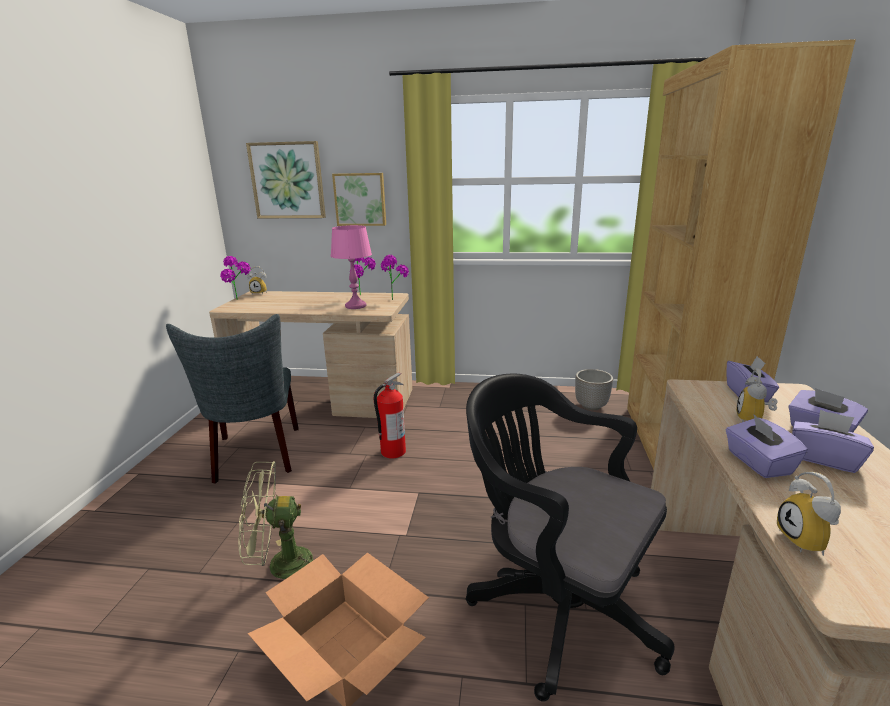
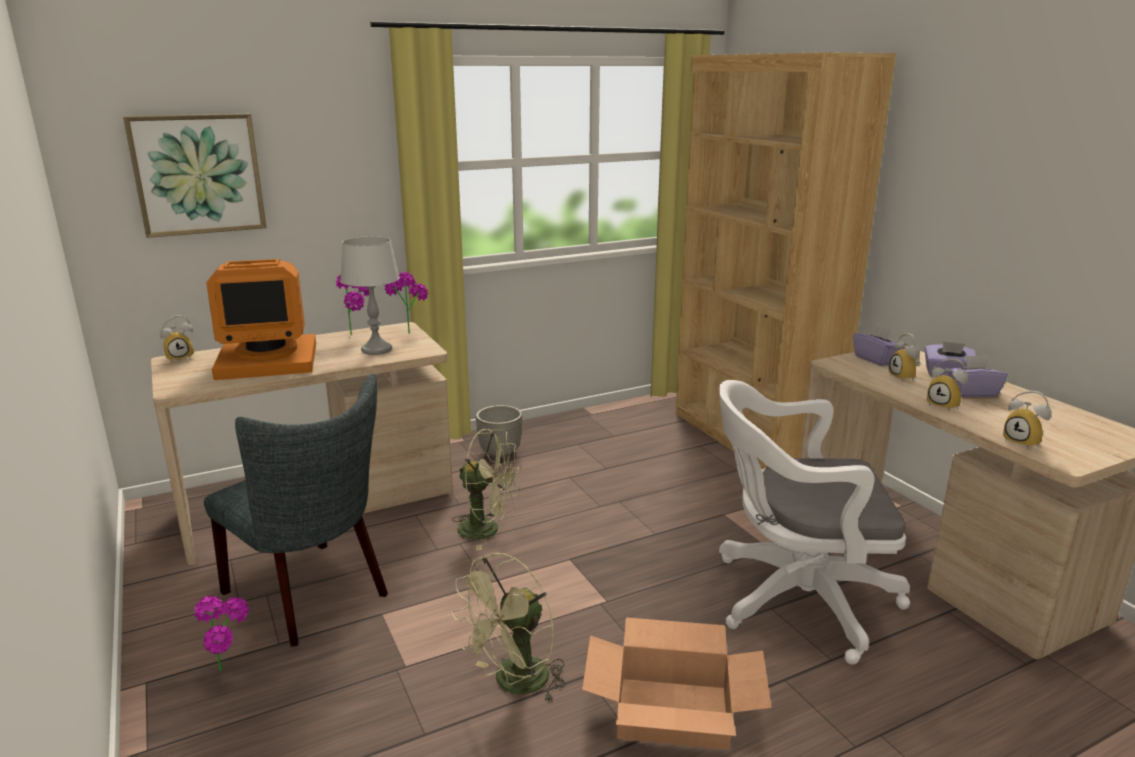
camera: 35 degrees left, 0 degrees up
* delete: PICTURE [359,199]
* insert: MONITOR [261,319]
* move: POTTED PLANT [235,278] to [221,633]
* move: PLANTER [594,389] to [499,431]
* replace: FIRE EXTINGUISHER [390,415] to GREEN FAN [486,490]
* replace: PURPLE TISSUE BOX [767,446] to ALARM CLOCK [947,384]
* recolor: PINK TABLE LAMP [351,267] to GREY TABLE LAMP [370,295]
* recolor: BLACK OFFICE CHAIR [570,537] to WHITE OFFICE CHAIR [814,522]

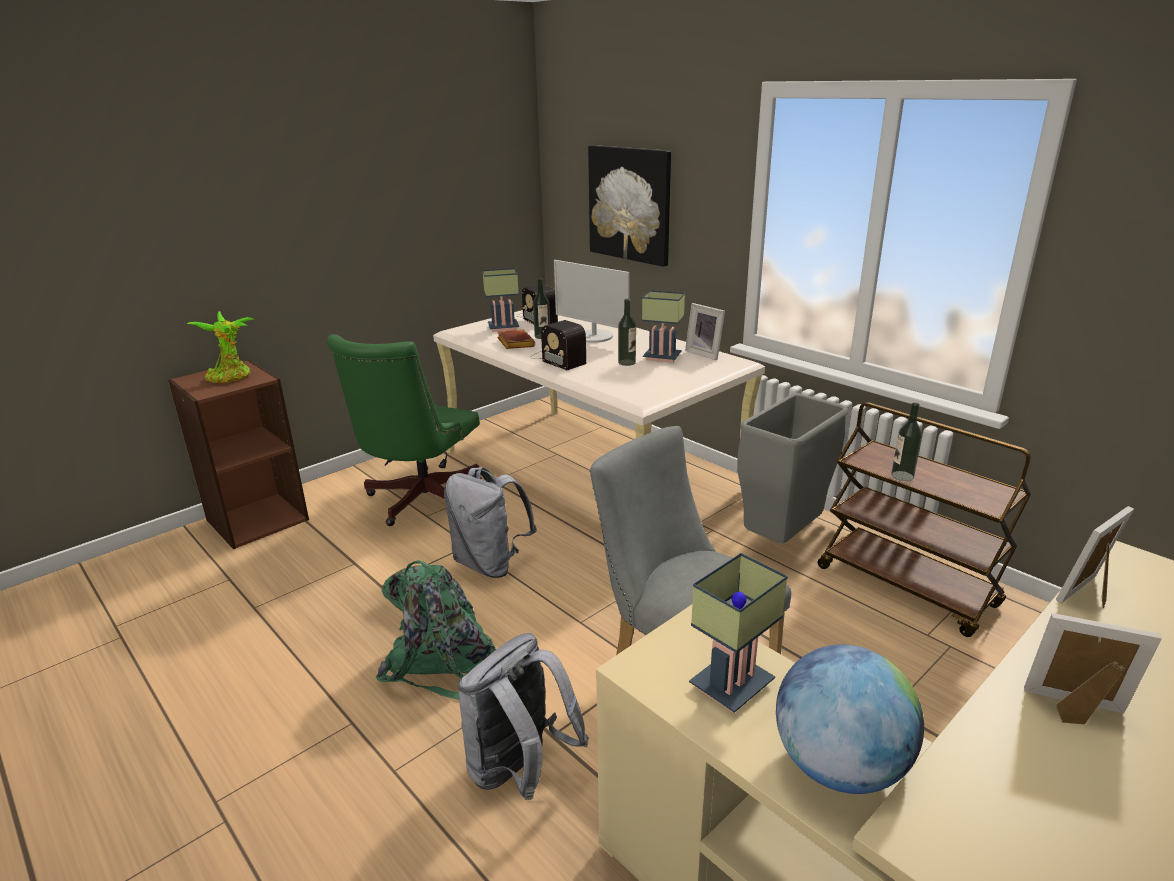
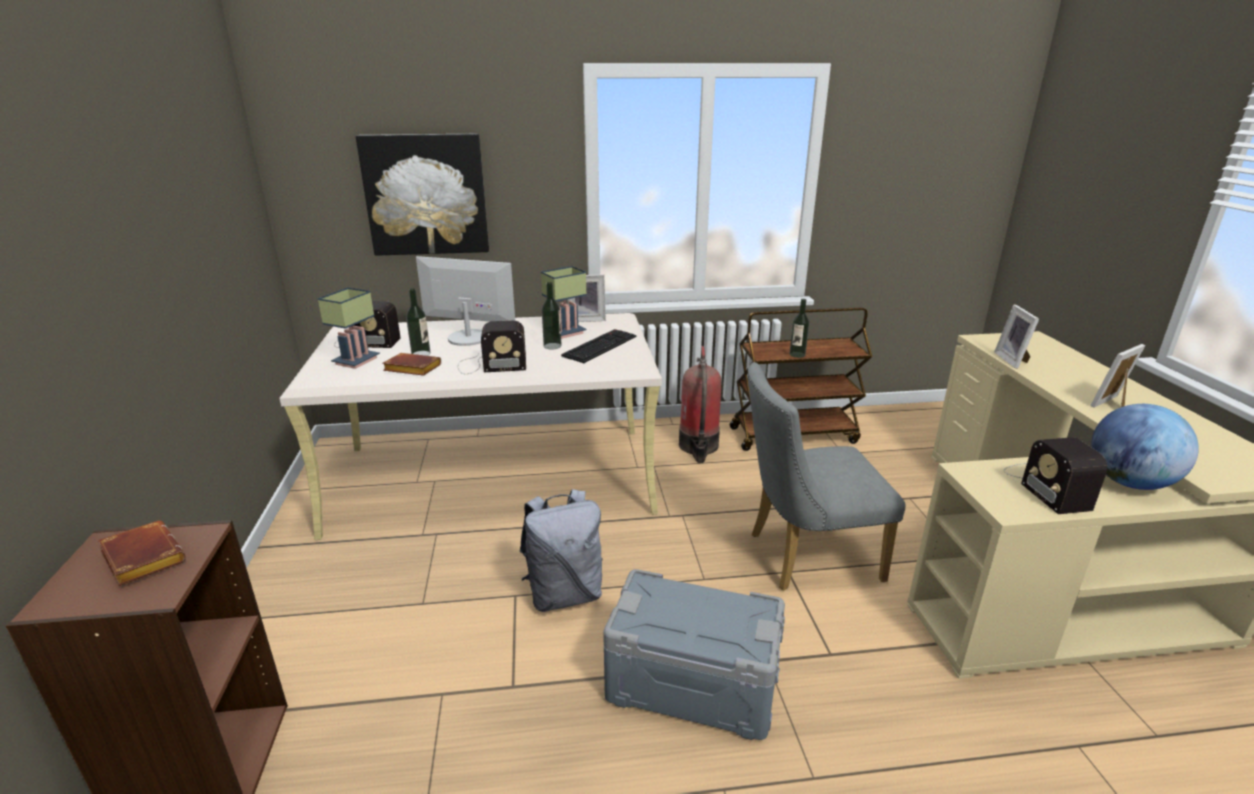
camera: 55 degrees left, 0 degrees up
* delete: GREEN OFFICE CHAIR [404,430]
* delete: GREY BACKPACK [523,716]
* insert: KEYBOARD [599,346]
* replace: POTTED PLANT [220,347] to BROWN BOOK [142,553]
* replace: GREEN BACKPACK [436,630] to GREY STORAGE BOX [694,654]
* replace: TABLE LAMP [738,633] to RADIO [1055,475]
* replace: GREY TRASH CAN [792,468] to FIRE EXTINGUISHER [700,404]
* rotate: MONITOR [592,301] = [465,301] 150 degrees counterclockwise

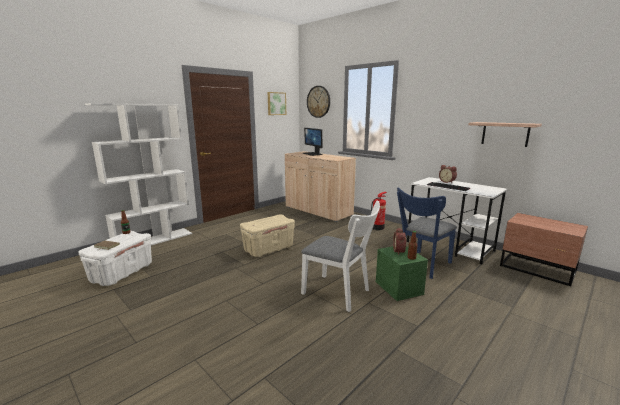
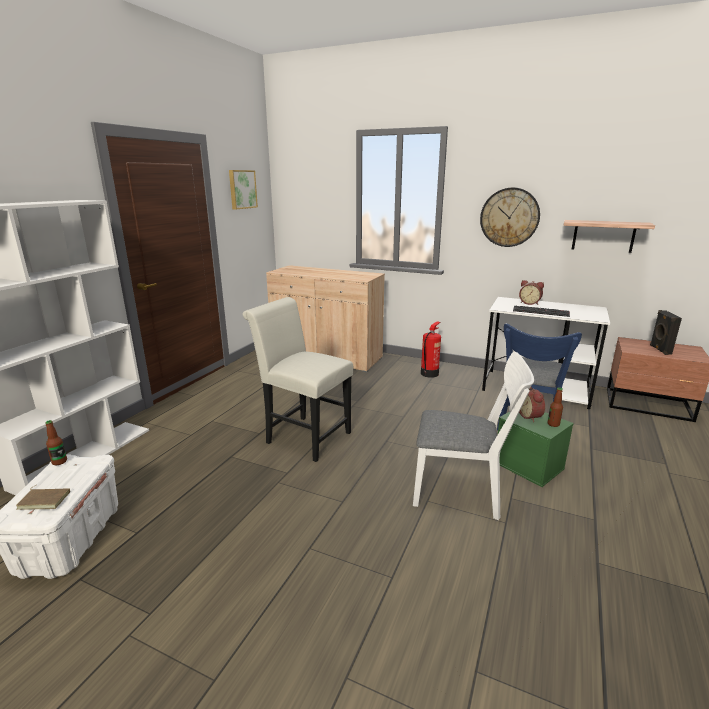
camera: 20 degrees left, 5 degrees up
* delete: MONITOR [313,142]
* insert: BLACK SPEAKER [666,332]
* move: WALL CLOCK [318,102] to [510,217]
* replace: BEIGE STORAGE BOX [267,235] to WHITE CHAIR [298,379]

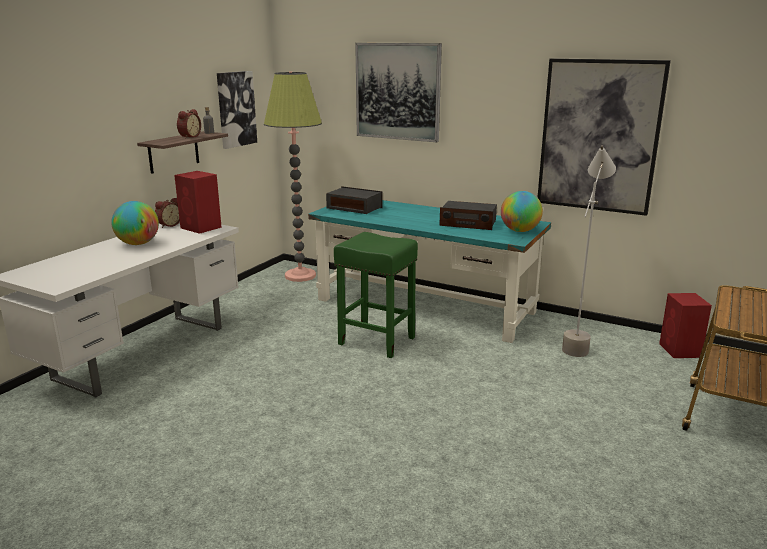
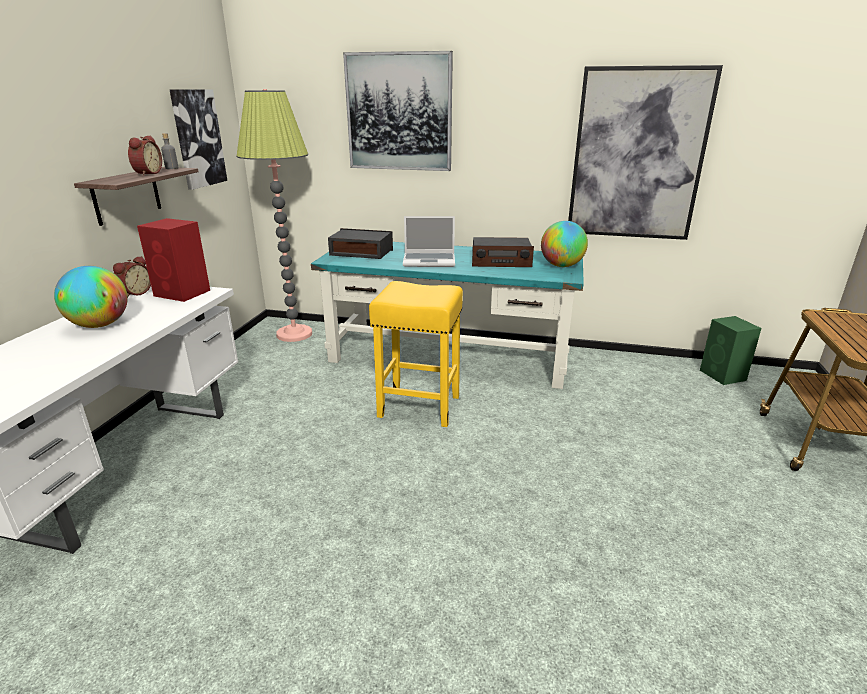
camera: 15 degrees left, 5 degrees up
* delete: GREY FLOOR LAMP [589,251]
* insert: LAPTOP [429,241]
* recolor: GREEN STOOL [376,295] to YELLOW STOOL [416,354]
* recolor: RED SPEAKER [685,325] to GREEN SPEAKER [731,350]

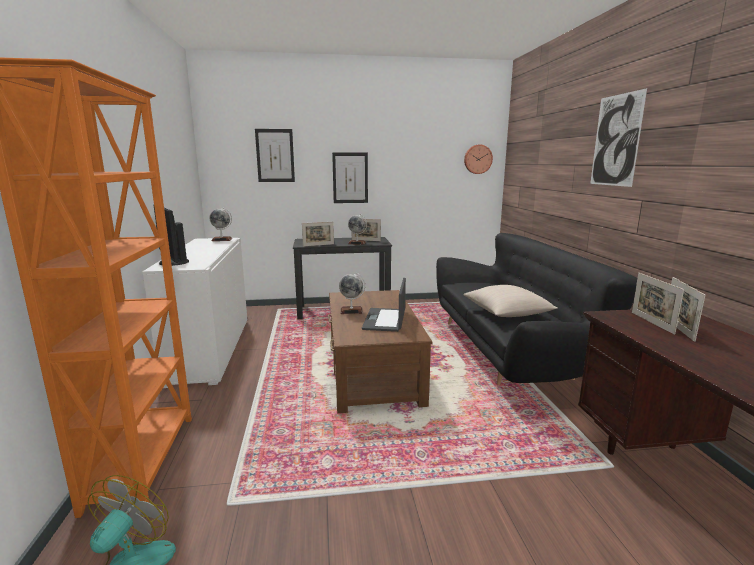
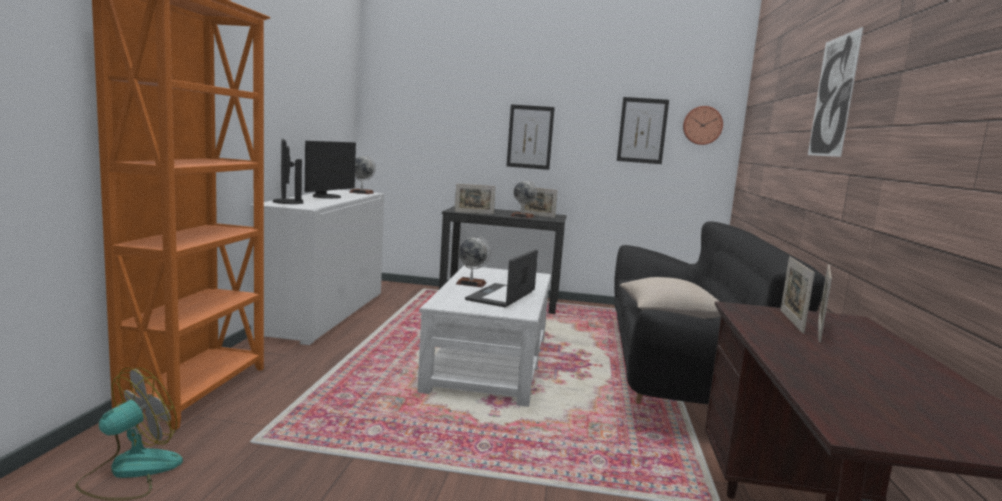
camera: 15 degrees right, 5 degrees down
* insert: MONITOR [330,170]
* move: PICTURE [275,155] to [643,130]
* recolor: BROWN COFFEE TABLE [380,352] to WHITE COFFEE TABLE [484,336]

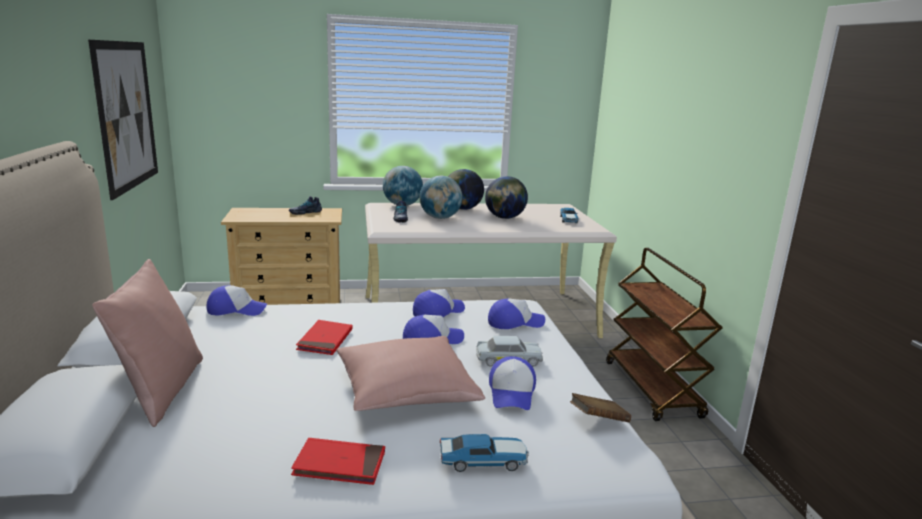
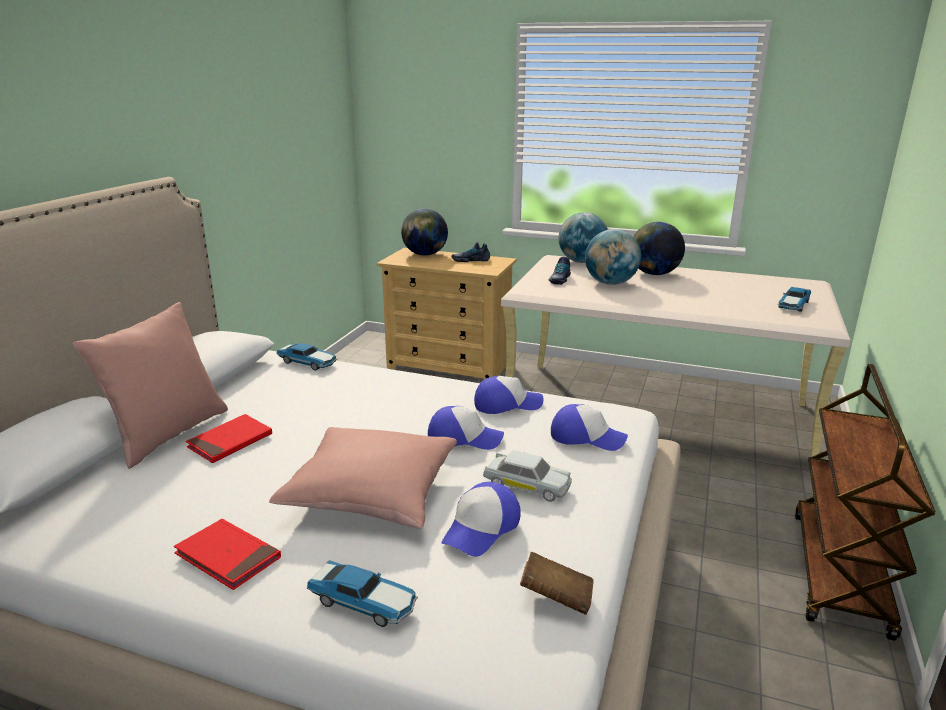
camera: 30 degrees right, 5 degrees up
* delete: PICTURE [123,120]
* move: RED BOOK [324,337] to [229,438]
* move: GLOBE [506,197] to [424,232]
* replace: CAP [236,300] to TOY CAR [307,357]

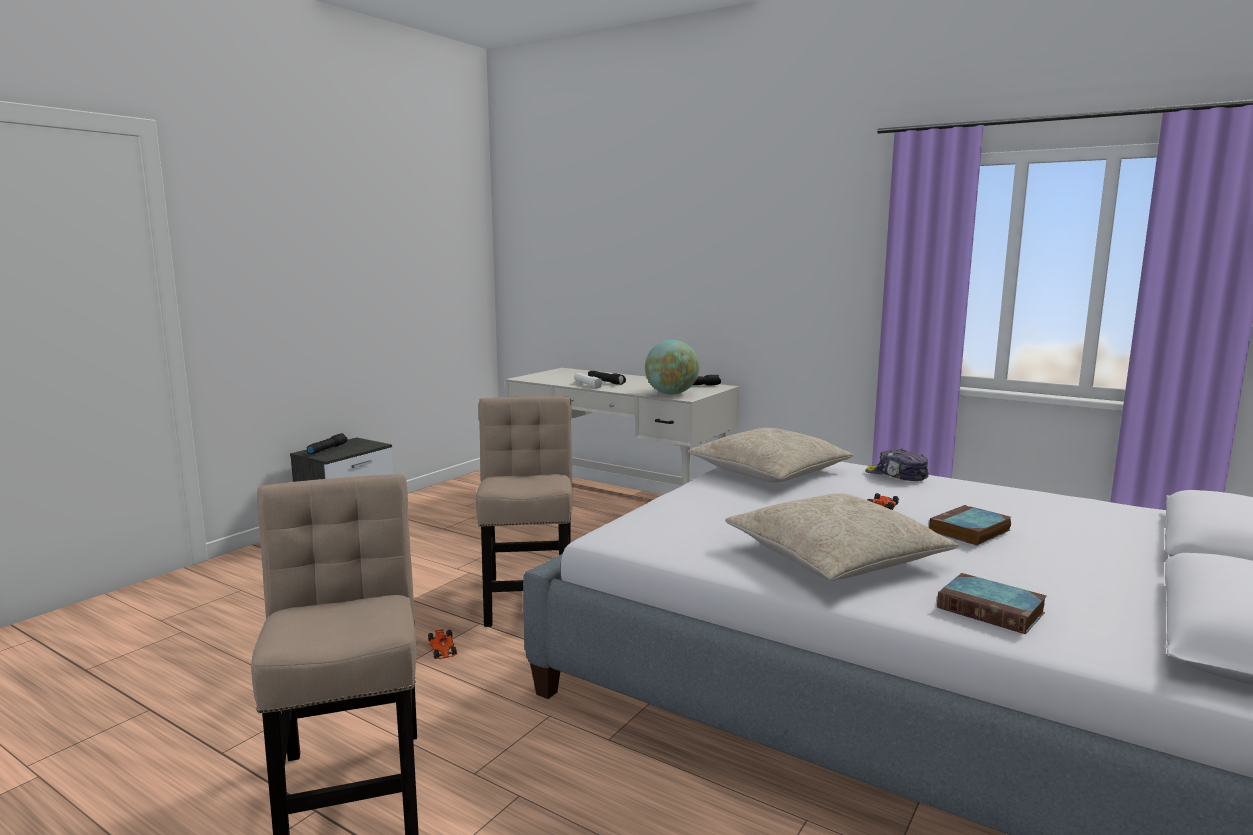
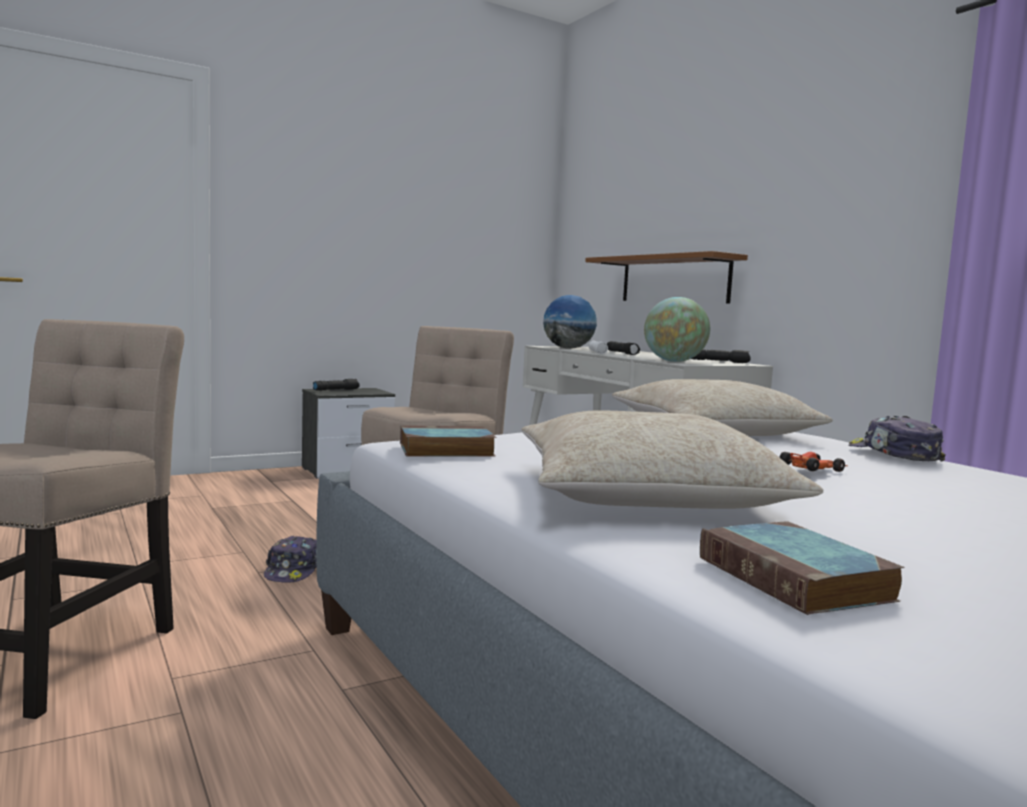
camera: 25 degrees right, 5 degrees down
* insert: GLOBE [570,322]
* insert: BROWN SHELF [666,277]
* move: BOOK [970,525] to [448,441]
* replace: TOY CAR [443,644] to CAP [290,559]

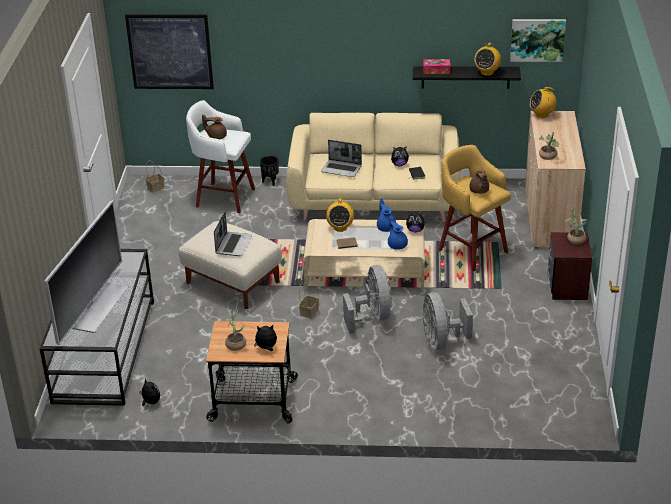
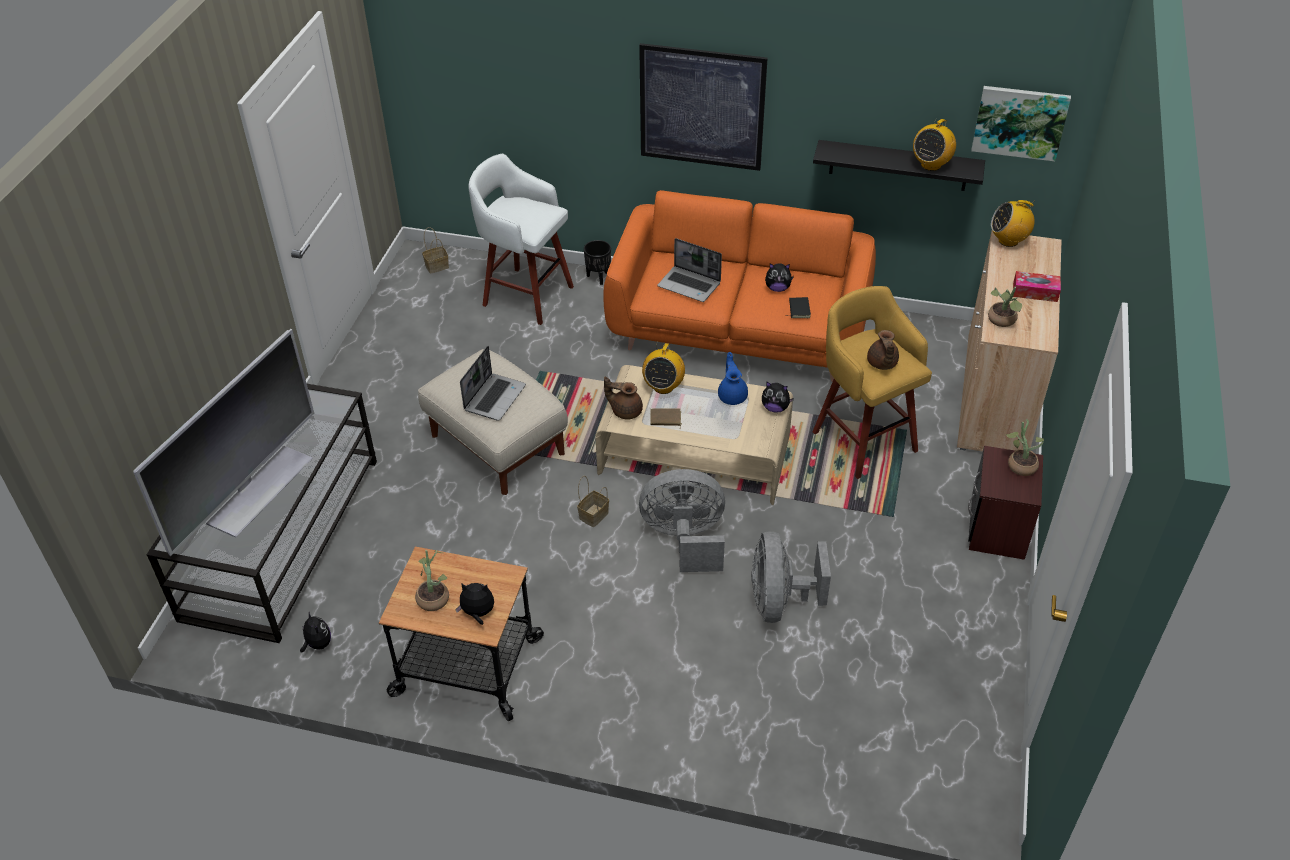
camera: 10 degrees right, 10 degrees up
* delete: BLUE TEAPOT [398,233]
* move: PICTURE [169,51] to [703,107]
* move: BROWN TEAPOT [214,126] to [623,398]
* move: TISSUE BOX [436,66] to [1037,286]
* recolor: BEIGE SOFA [373,167] to ORANGE SOFA [739,286]
* rotate: GREY FAN [367,299] = [682,520] 90 degrees counterclockwise

